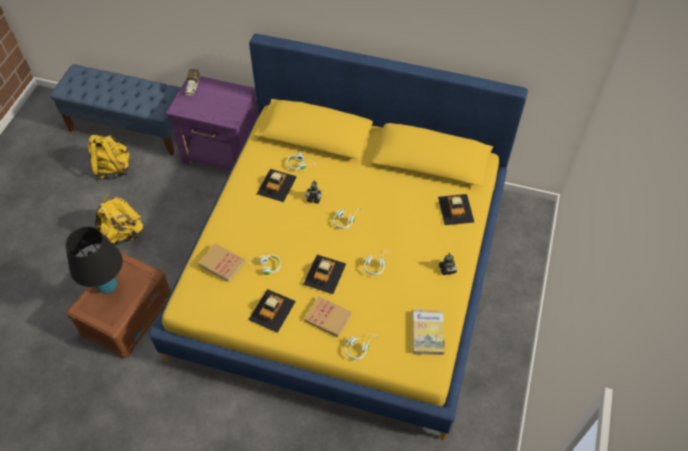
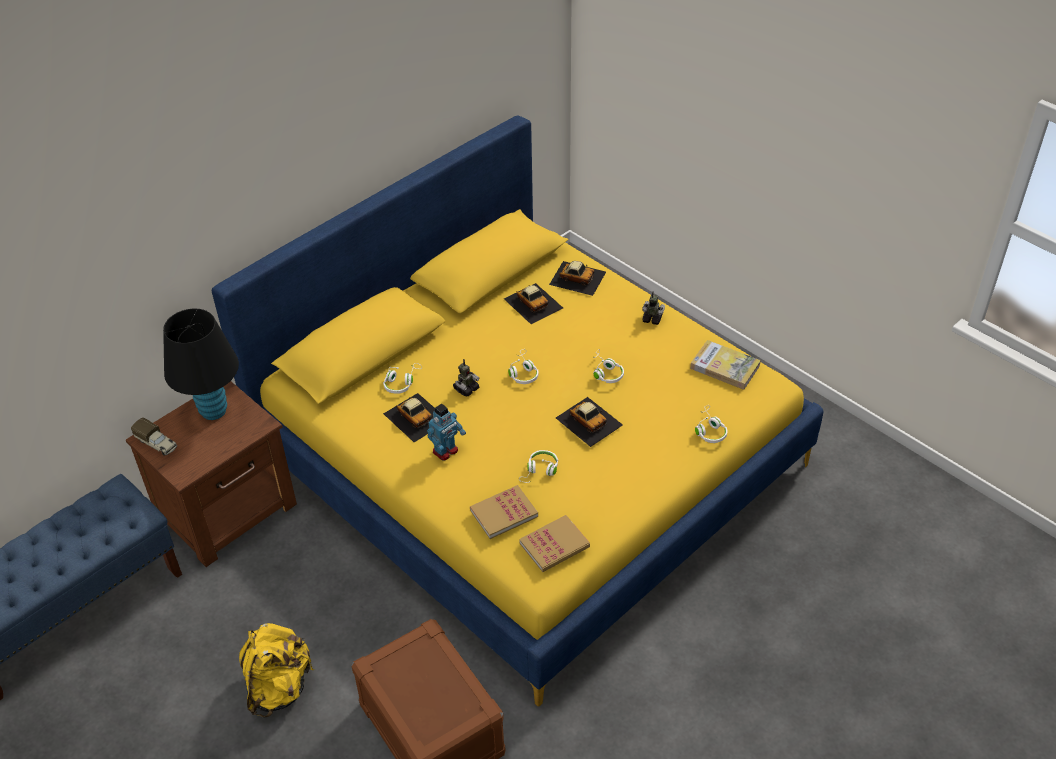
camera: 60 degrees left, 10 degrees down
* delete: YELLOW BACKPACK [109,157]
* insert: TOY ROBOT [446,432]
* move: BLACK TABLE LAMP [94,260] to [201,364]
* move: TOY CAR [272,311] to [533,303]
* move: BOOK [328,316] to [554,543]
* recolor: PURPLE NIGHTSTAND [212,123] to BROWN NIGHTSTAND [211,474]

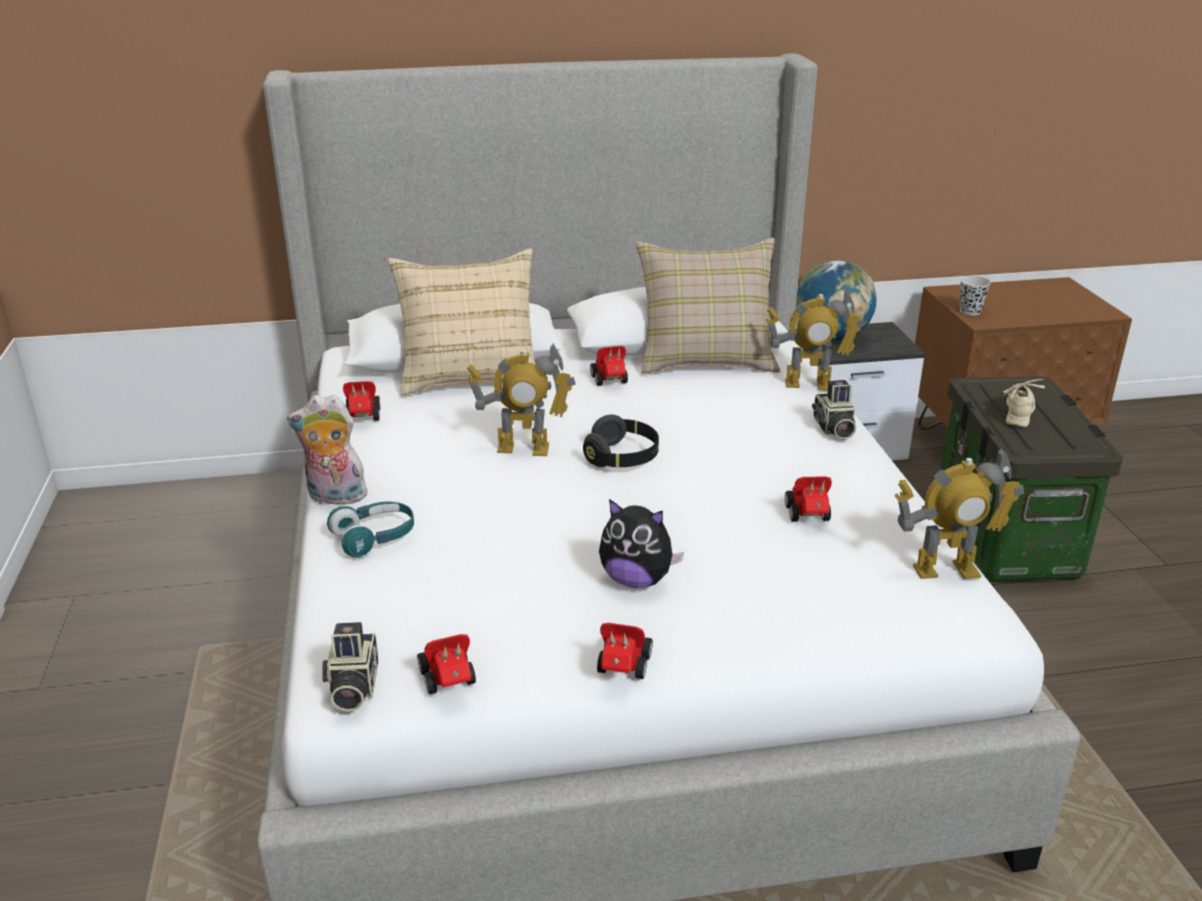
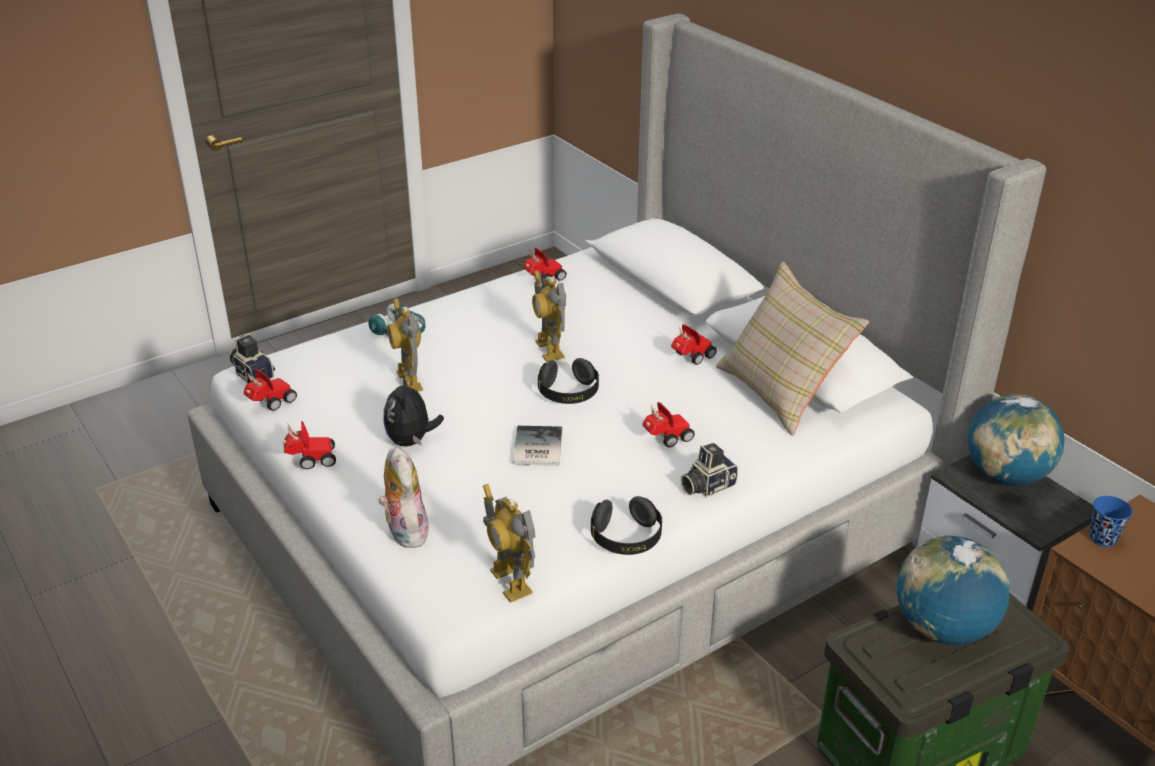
camera: 65 degrees right, 5 degrees up
* delete: BEIGE PILLOW [461,322]
* insert: BOOK [537,446]
* insert: BLACK HEADPHONES [626,525]
* move: PLUSH TOY [329,450] to [405,497]
* move: TOY ROBOT [815,339] to [405,345]
* move: TOY CAR [808,499] to [668,425]
* replace: BEIGE SHOE [1023,403] to GLOBE [953,590]
* recolor: BLACK CUP [975,296] to BLUE CUP [1111,521]
* rotate: PHOTO CAMERA [350,667] = [252,358] 75 degrees clockwise

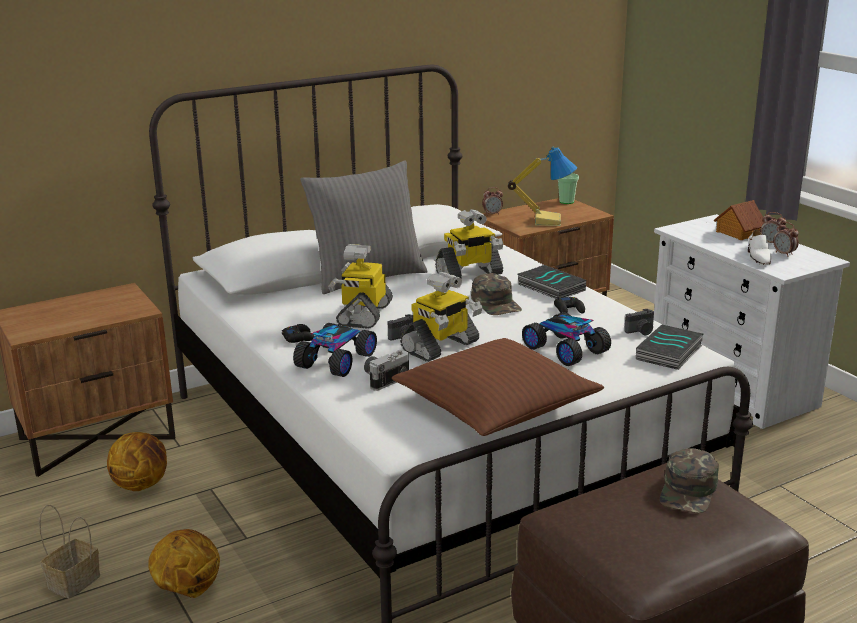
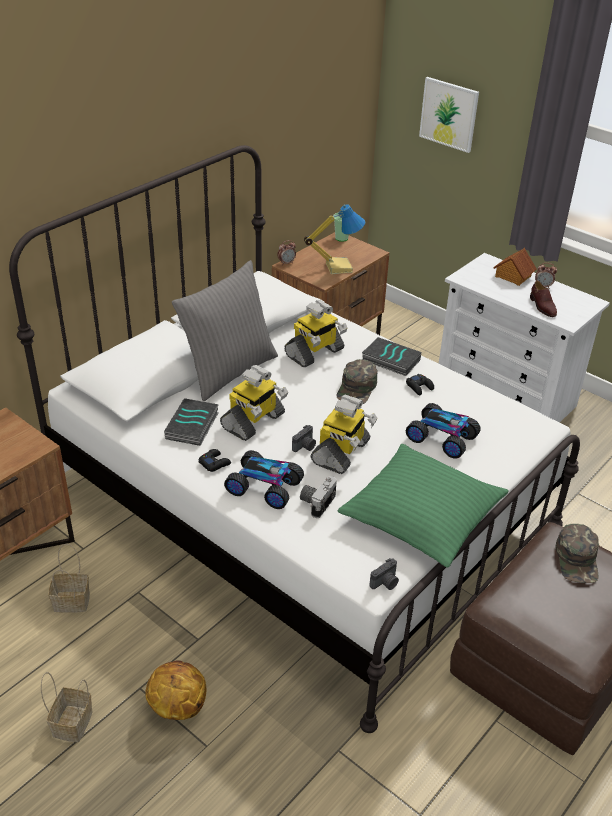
camera: 20 degrees left, 15 degrees up
* delete: ALARM CLOCK [786,239]
* insert: PICTURE [449,115]
* move: PHOTO CAMERA [639,322] to [384,574]
* move: BOOK [669,347] to [191,422]
* replace: BASKETBALL [137,461] to BASKET [69,578]
* recolor: BROWN PILLOW [498,387] to GREEN PILLOW [423,505]
* recolor: WHITE SHOE [759,247] to BROWN SHOE [543,299]
* rotate: TOY CAR [335,350] = [264,479] 75 degrees counterclockwise
* rotate: TOY ROBOT [360,286] = [254,403] 135 degrees counterclockwise
* rotate: GREEN CAP [496,294] = [357,381] 60 degrees clockwise

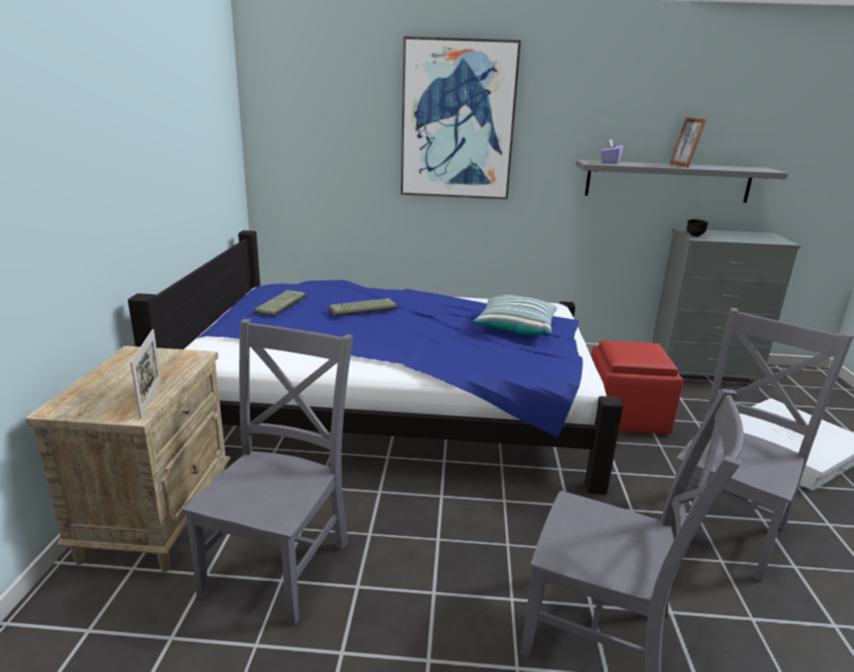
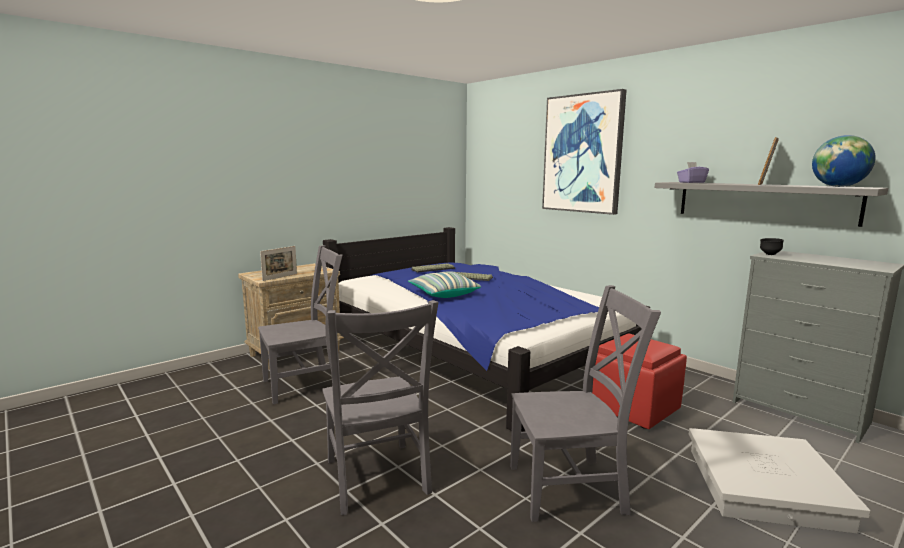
camera: 45 degrees right, 10 degrees down
* insert: GLOBE [844,161]
* move: PILLOW [515,315] to [444,284]

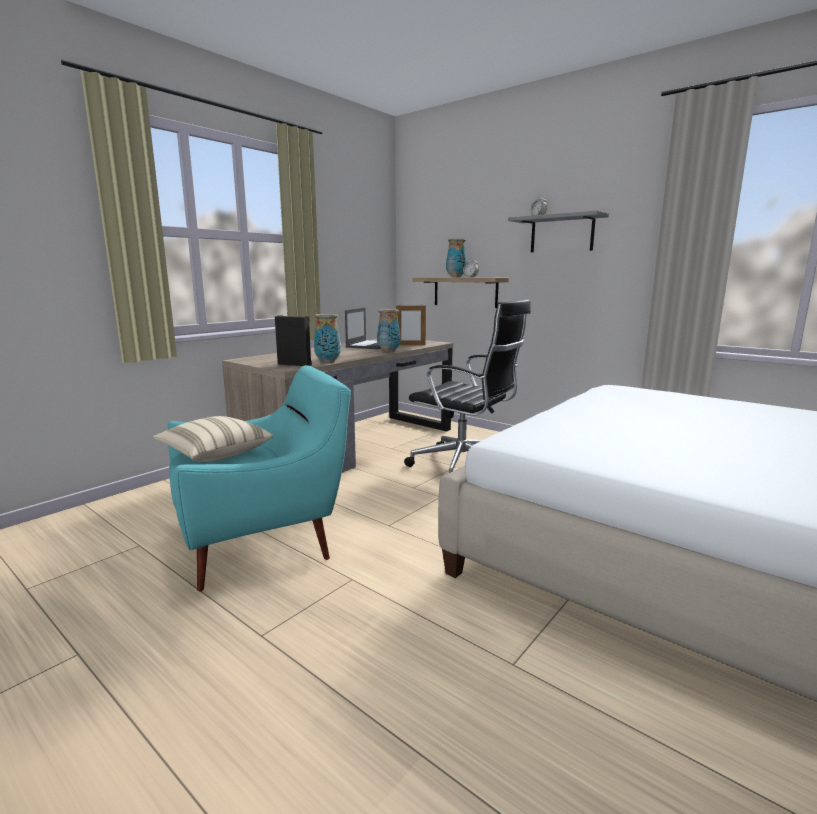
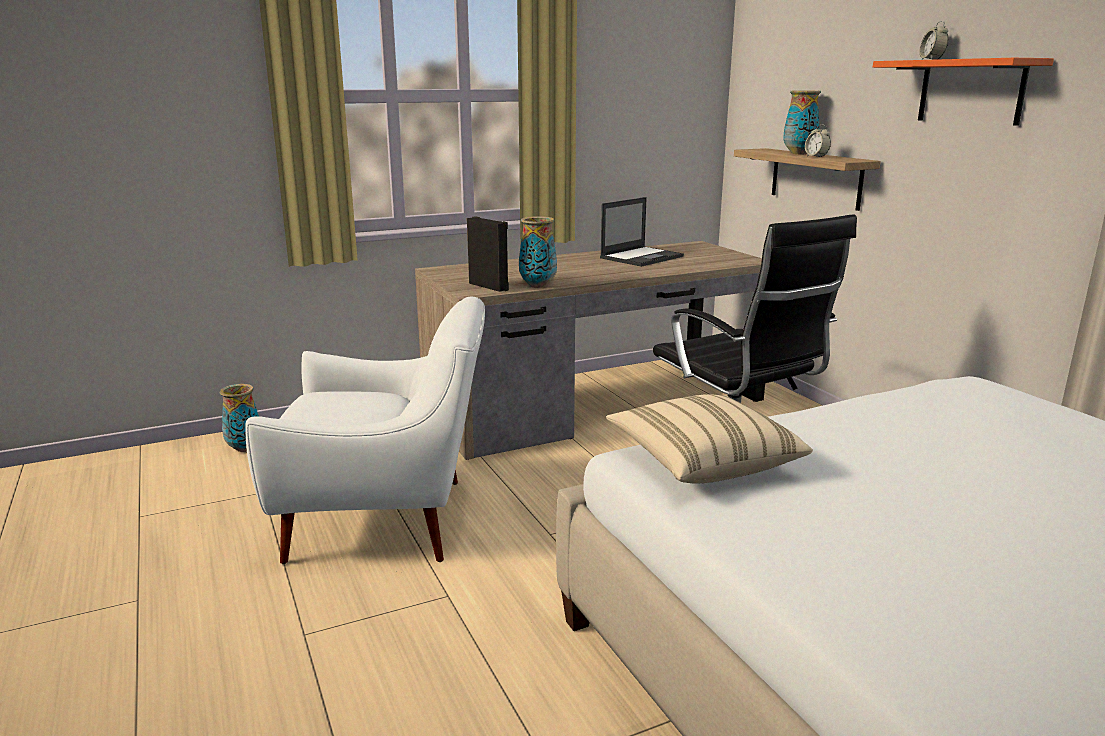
camera: 25 degrees right, 5 degrees up
* delete: PICTURE FRAME [411,325]
* move: BEIGE PILLOW [213,439] to [709,438]
* move: VASE [389,330] to [239,418]
* recolor: TURQUOISE ARMCHAIR [259,478] to WHITE ARMCHAIR [365,430]
* recolor: GREY SHELF [558,231] to ORANGE SHELF [963,92]

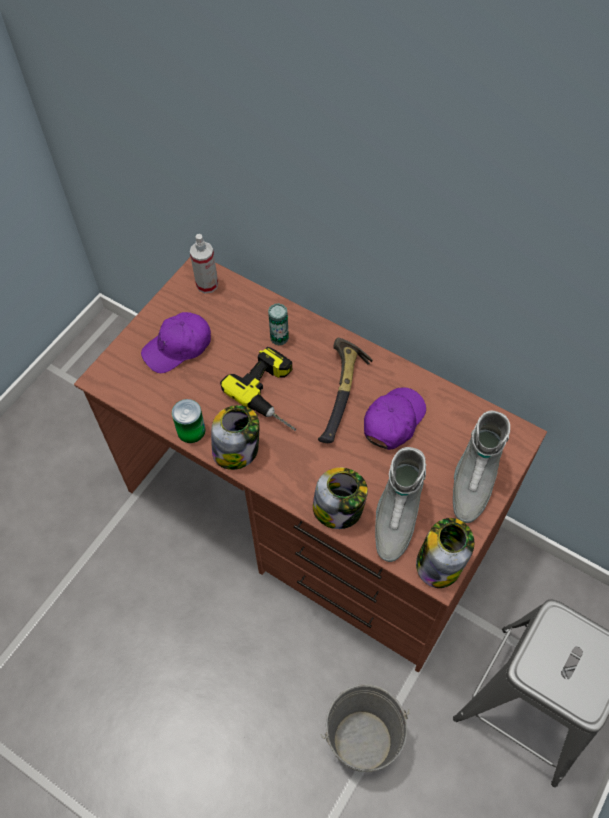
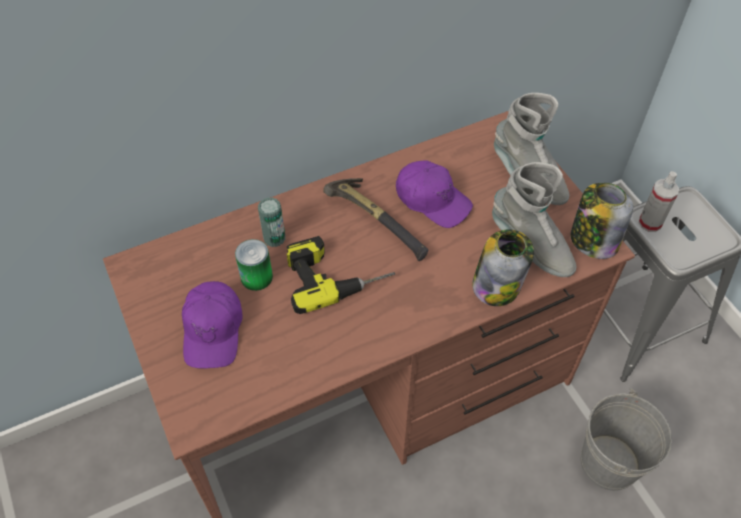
camera: 60 degrees left, 5 degrees down
* delete: JAR [235,437]
* move: CAN [189,421] to [254,265]
* move: SPRAY BOTTLE [204,264] to [658,201]
* rotate: PURPLE CAP [395,418] = [434,194] 150 degrees clockwise

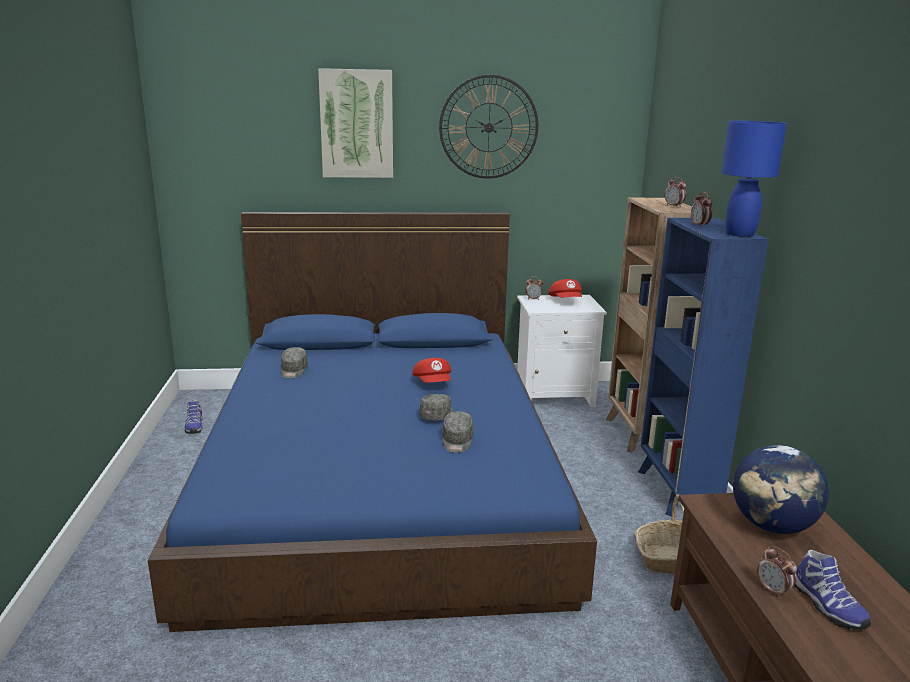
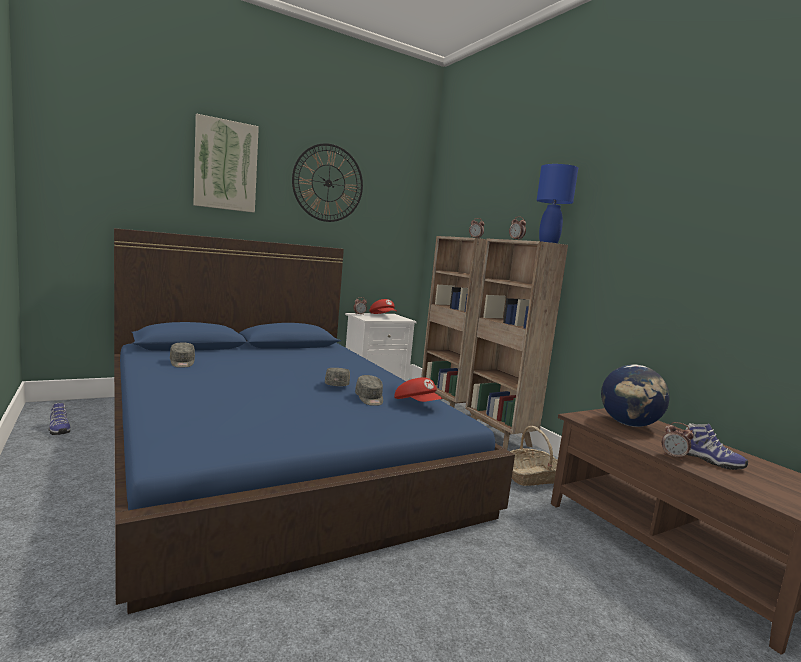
camera: 25 degrees left, 10 degrees down
* move: RED CAP [432,370] to [418,389]
* recolor: BLUE BOOKCASE [703,367] to BROWN BOOKCASE [516,344]

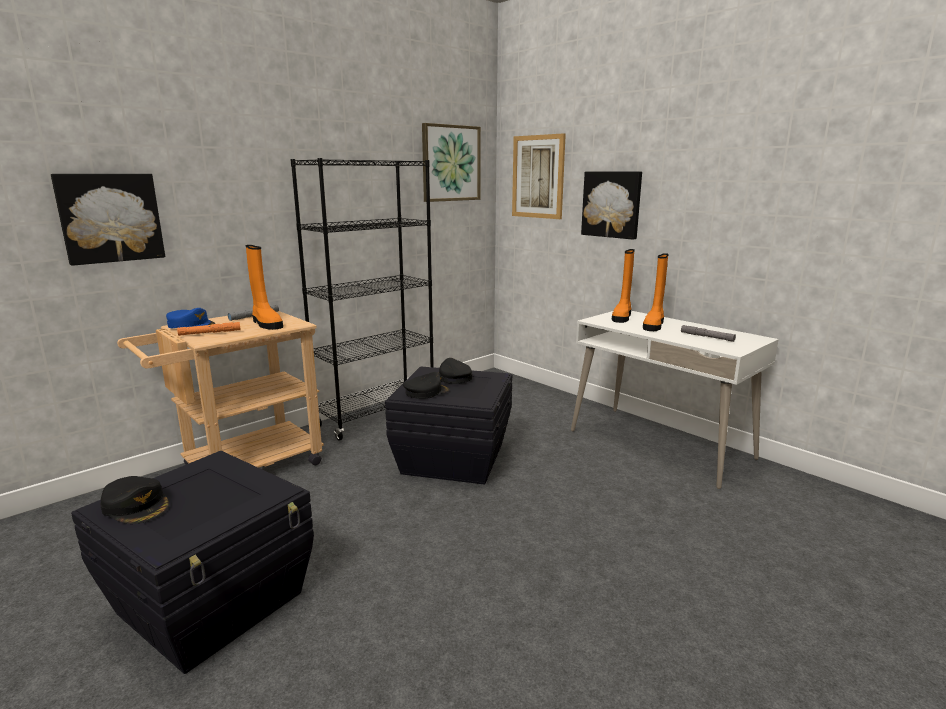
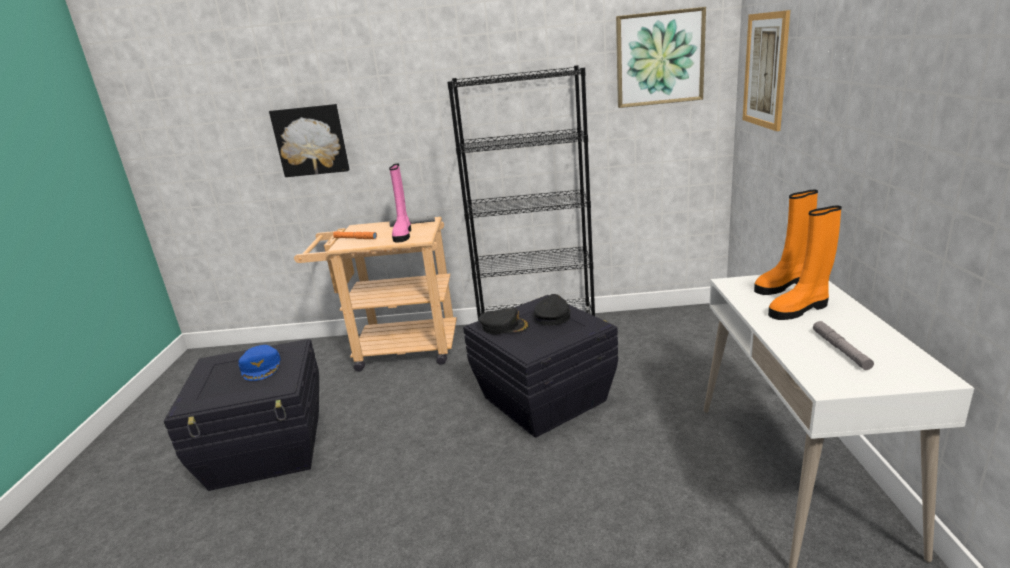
camera: 45 degrees right, 5 degrees up
* delete: BLACK CAP [134,500]
* delete: PICTURE [611,205]
* move: BLUE CAP [190,318] to [259,363]
* recolor: ORANGE BOOT [264,287] to PINK BOOT [400,203]

